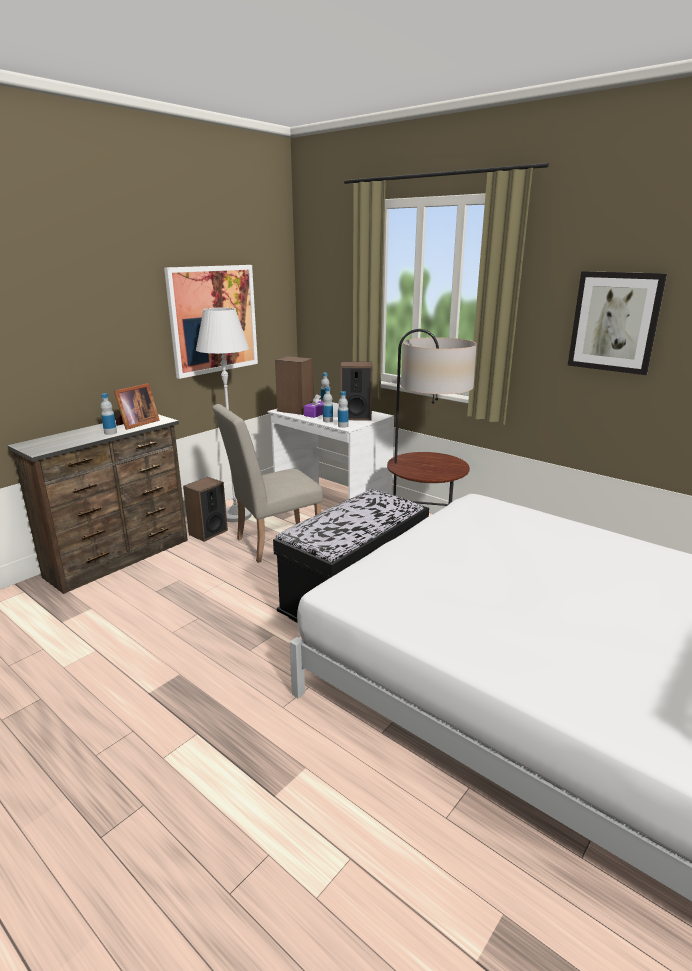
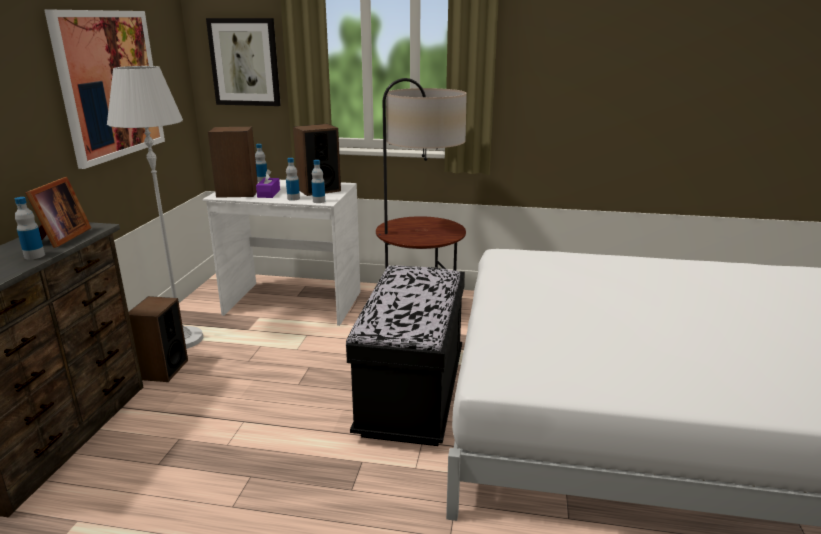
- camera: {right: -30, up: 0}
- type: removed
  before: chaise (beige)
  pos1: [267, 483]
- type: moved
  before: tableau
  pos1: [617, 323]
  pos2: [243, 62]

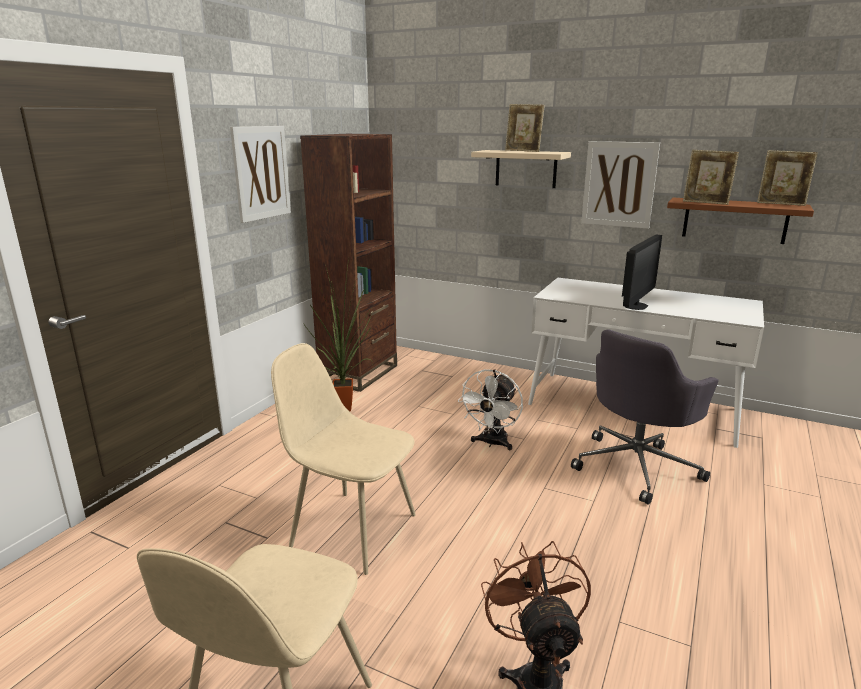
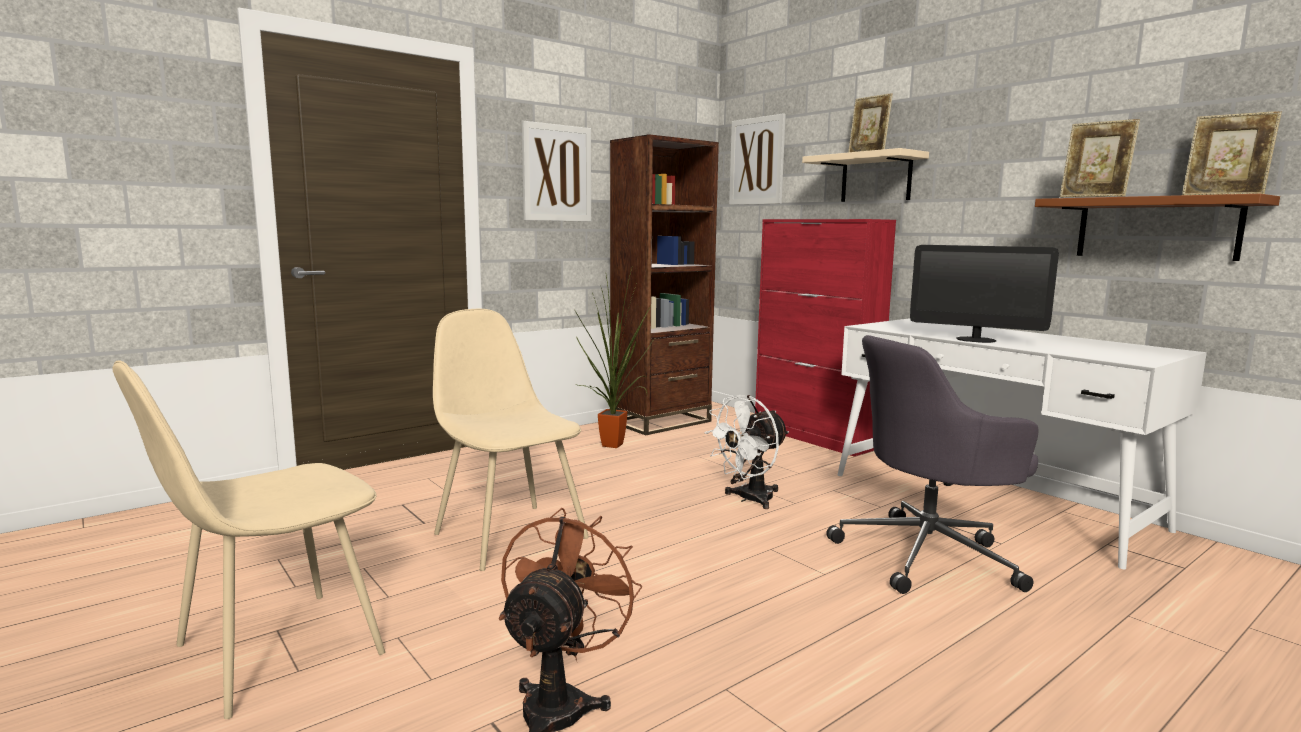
- camera: {right: 25, up: -10}
- type: added
  after: meuble de rangement (rouge)
  pos2: [825, 338]
- type: moved
  before: tableau
  pos1: [620, 185]
  pos2: [757, 159]
- type: turned
  before: écran d'ordinateur
  pos1: [642, 272]
  pos2: [984, 294]
  turn: 60

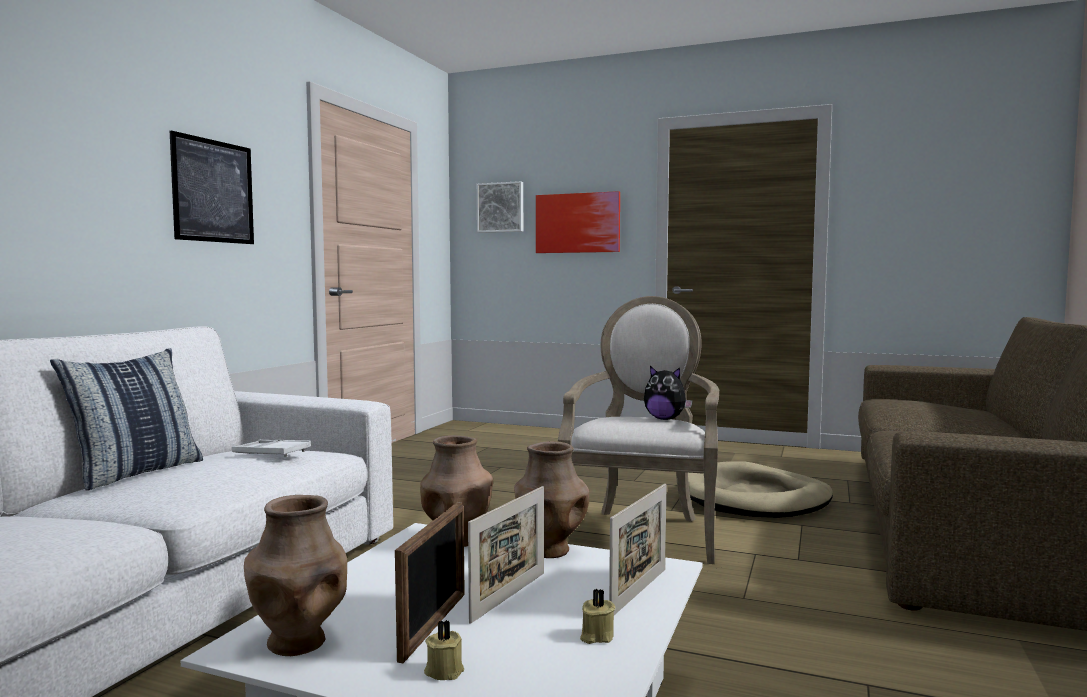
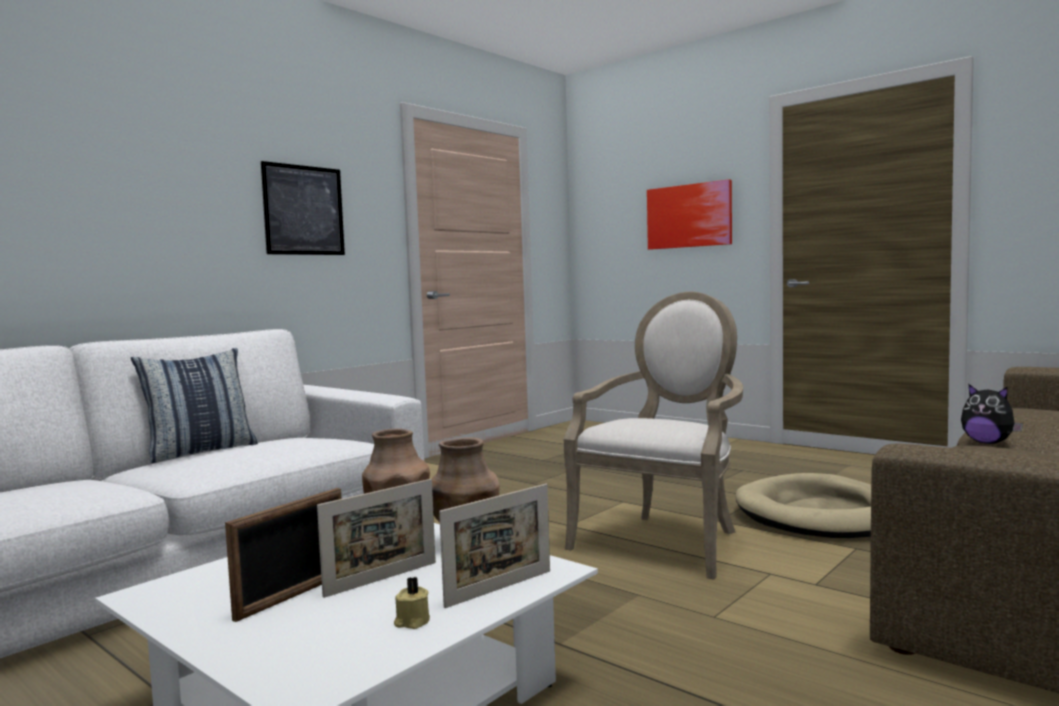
- camera: {right: 20, up: 0}
- type: removed
  before: plateau (blanc)
  pos1: [271, 448]
- type: removed
  before: vase (marron)
  pos1: [295, 575]
- type: removed
  before: bougie (beige)
  pos1: [444, 650]
- type: removed
  before: tableau
  pos1: [500, 207]
- type: moved
  before: peluche
  pos1: [668, 393]
  pos2: [992, 414]

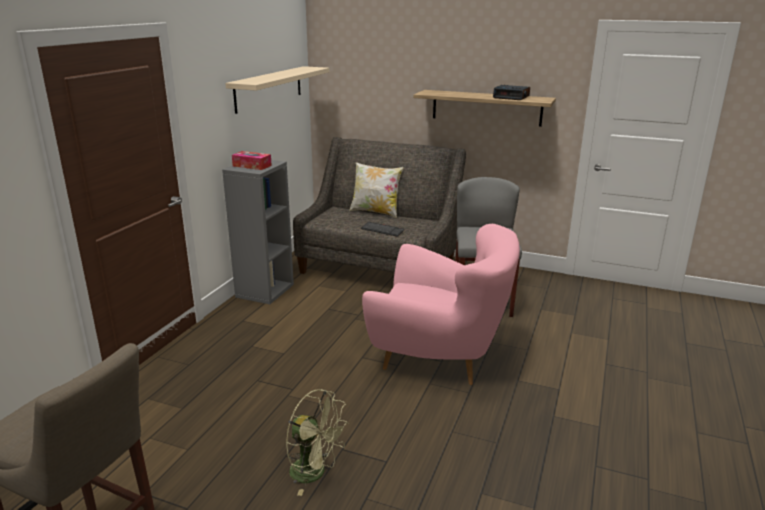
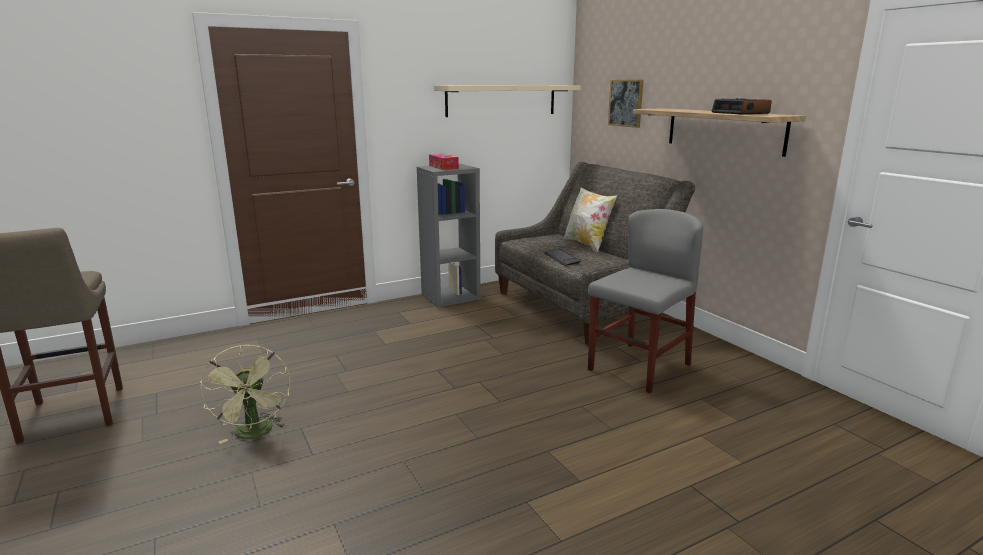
- camera: {right: 40, up: -5}
- type: removed
  before: fauteuil (rose)
  pos1: [441, 304]
- type: added
  after: tableau
  pos2: [625, 104]

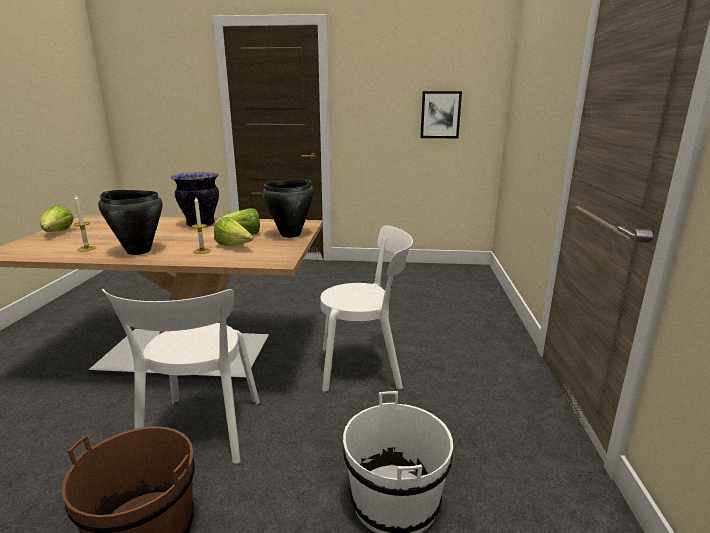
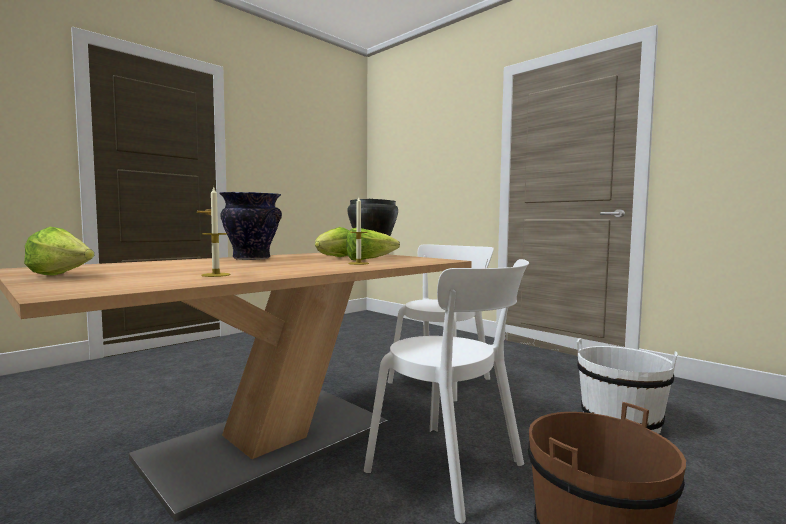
- camera: {right: -50, up: -15}
- type: removed
  before: marmite (noir)
  pos1: [130, 222]
- type: removed
  before: tableau
  pos1: [441, 114]

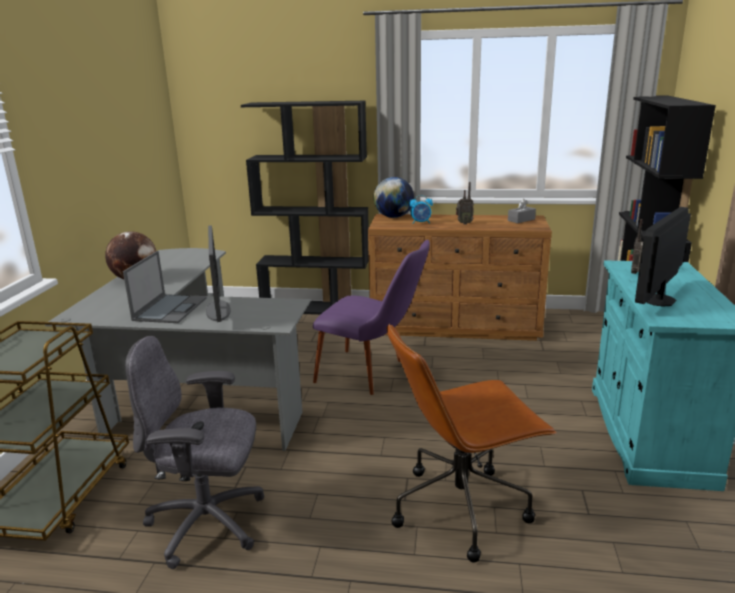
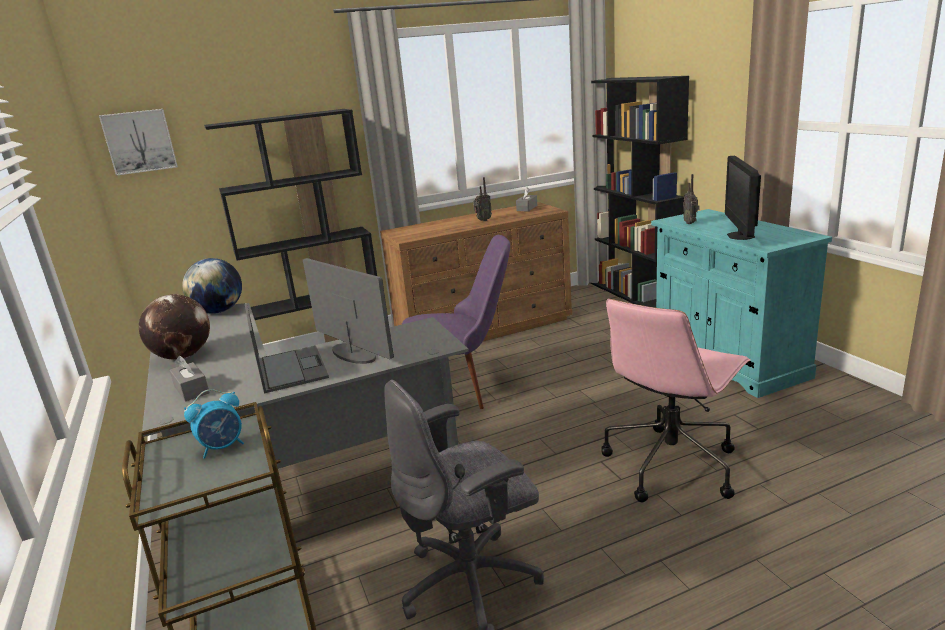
- camera: {right: -30, up: 0}
- type: added
  after: tableau
  pos2: [138, 142]
- type: added
  after: boîte à mouchoirs (gris)
  pos2: [190, 379]
- type: moved
  before: globe
  pos1: [394, 197]
  pos2: [212, 286]
- type: moved
  before: réveil
  pos1: [421, 209]
  pos2: [214, 423]
- type: recoloured
  before: chaise de bureau (marron)
  after: chaise de bureau (rose)
  pos1: [472, 442]
  pos2: [676, 400]

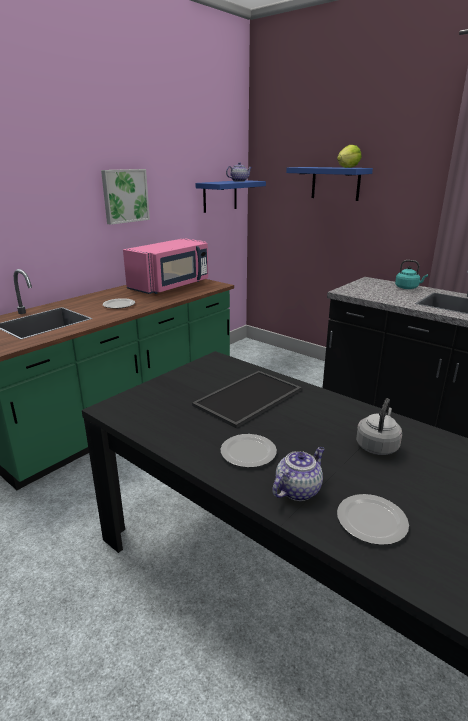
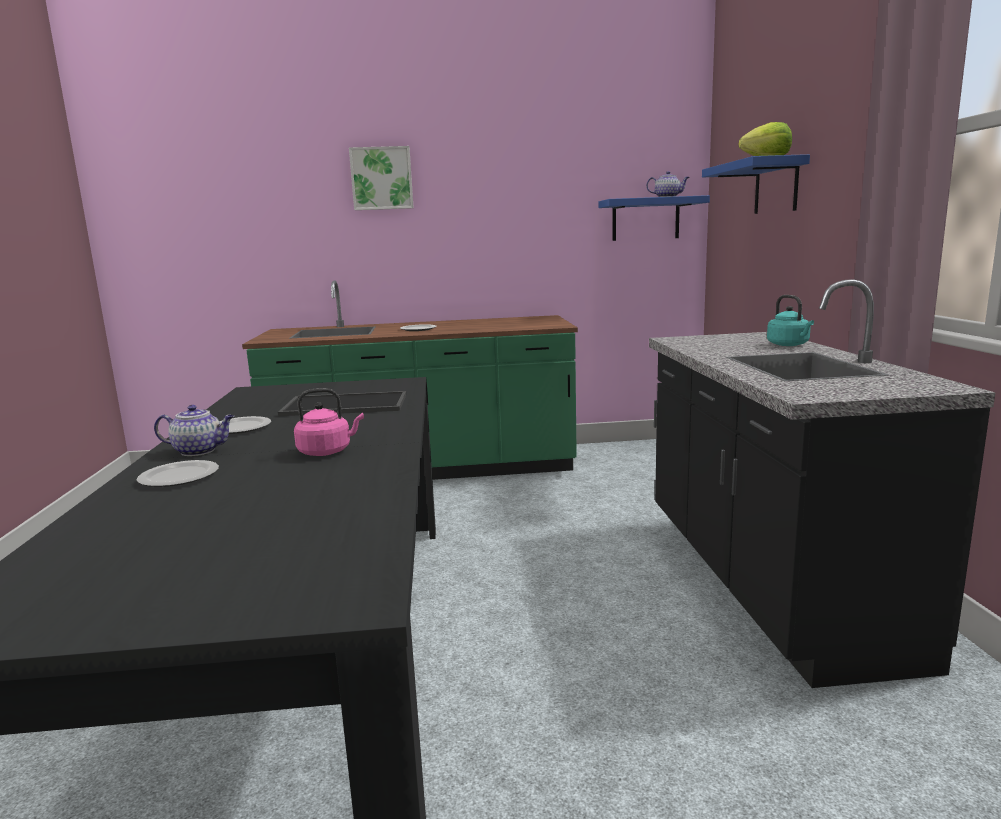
- camera: {right: 45, up: -10}
- type: removed
  before: micro-ondes (rose)
  pos1: [165, 266]
- type: moved
  before: tableau
  pos1: [125, 197]
  pos2: [381, 178]
- type: recoloured
  before: bouilloire (gris)
  after: bouilloire (rose)
  pos1: [379, 426]
  pos2: [329, 422]

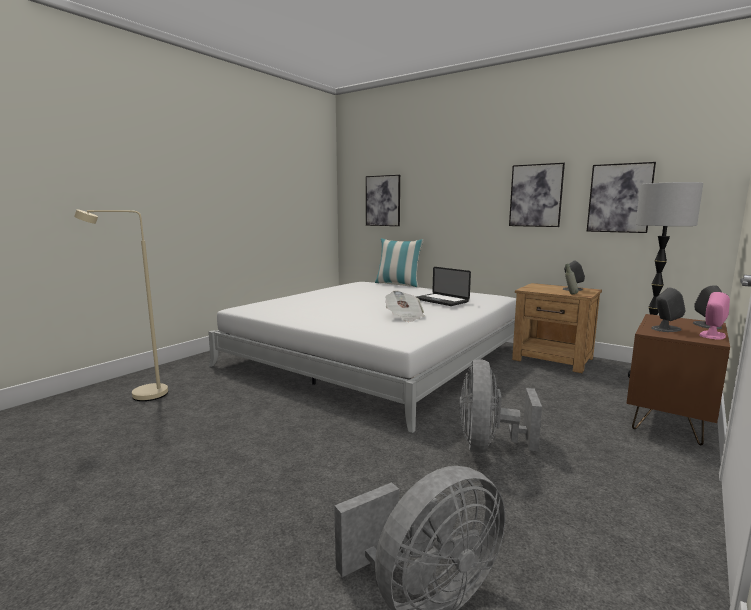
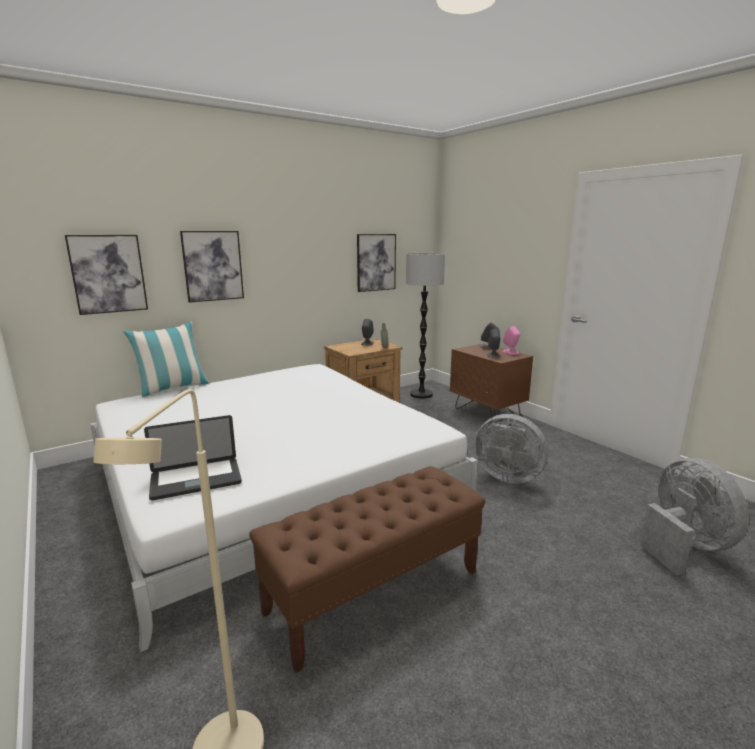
- camera: {right: -70, up: 5}
- type: removed
  before: journal
  pos1: [405, 306]
- type: added
  after: banc (marron)
  pos2: [367, 569]
- type: moved
  before: ordinateur portable
  pos1: [443, 286]
  pos2: [193, 457]
- type: moved
  before: tableau
  pos1: [537, 195]
  pos2: [212, 267]

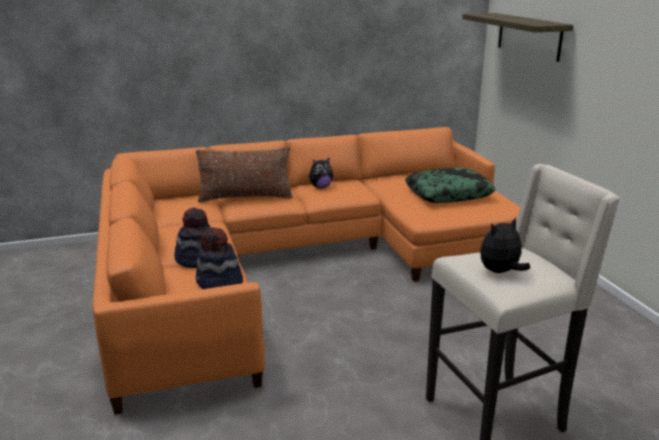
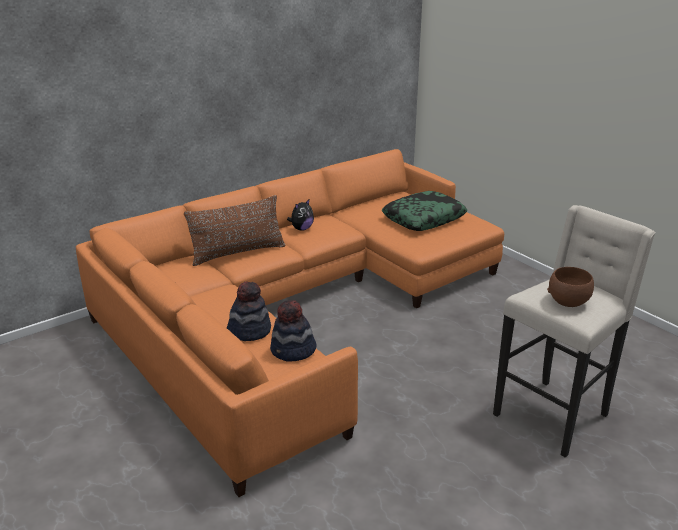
- camera: {right: -20, up: 5}
- type: removed
  before: étagère
  pos1: [517, 37]
- type: replaced
  before: peluche
  after: bol (marron)
  pos1: [505, 245]
  pos2: [570, 287]

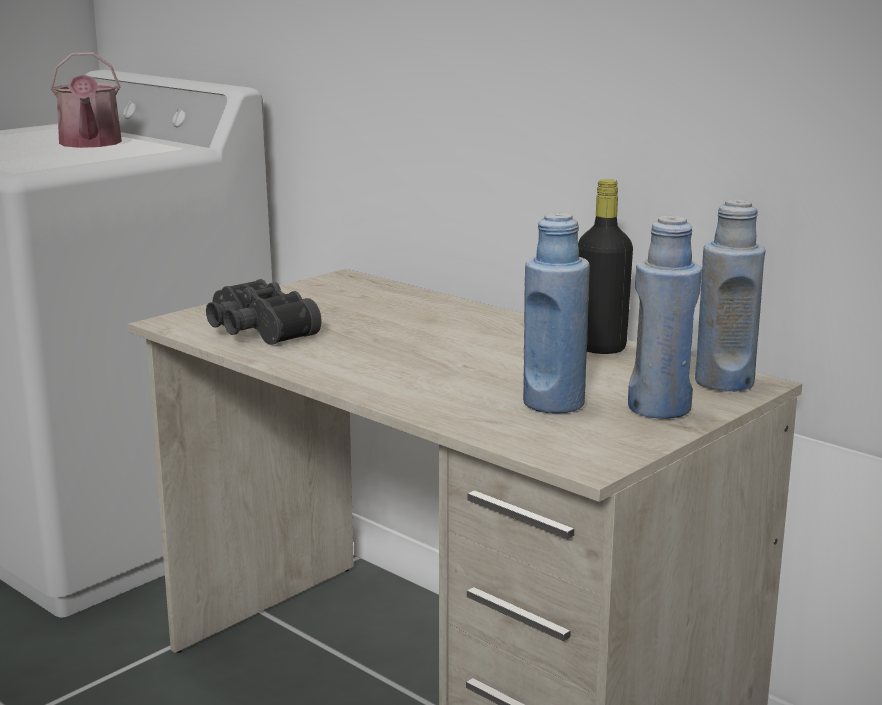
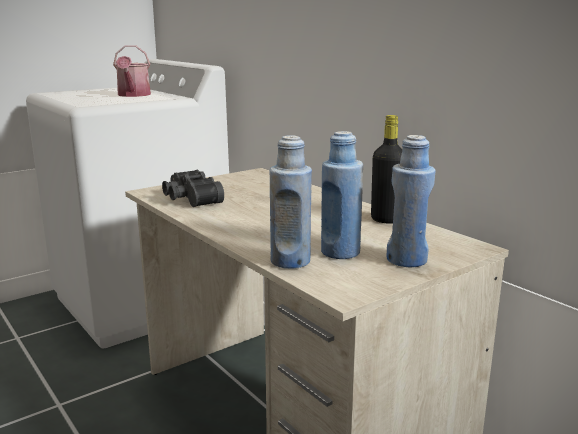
- camera: {right: 10, up: 0}
- type: moved
  before: bouteille (bleu)
  pos1: [730, 295]
  pos2: [291, 202]

